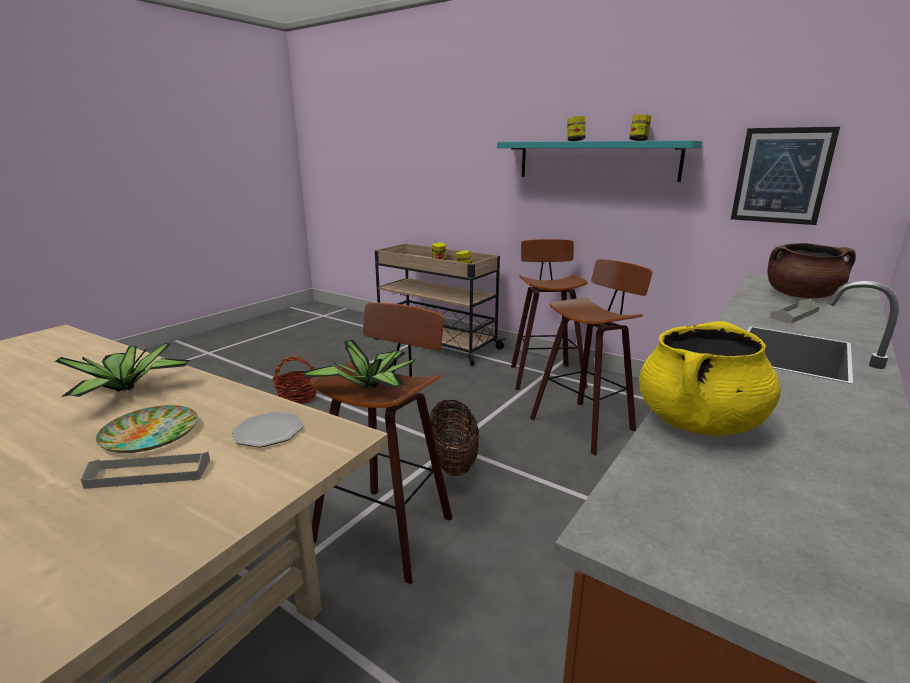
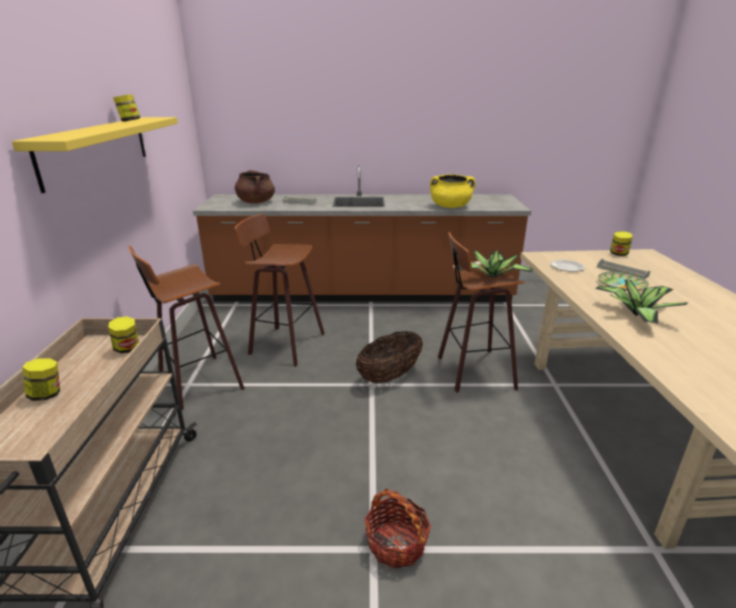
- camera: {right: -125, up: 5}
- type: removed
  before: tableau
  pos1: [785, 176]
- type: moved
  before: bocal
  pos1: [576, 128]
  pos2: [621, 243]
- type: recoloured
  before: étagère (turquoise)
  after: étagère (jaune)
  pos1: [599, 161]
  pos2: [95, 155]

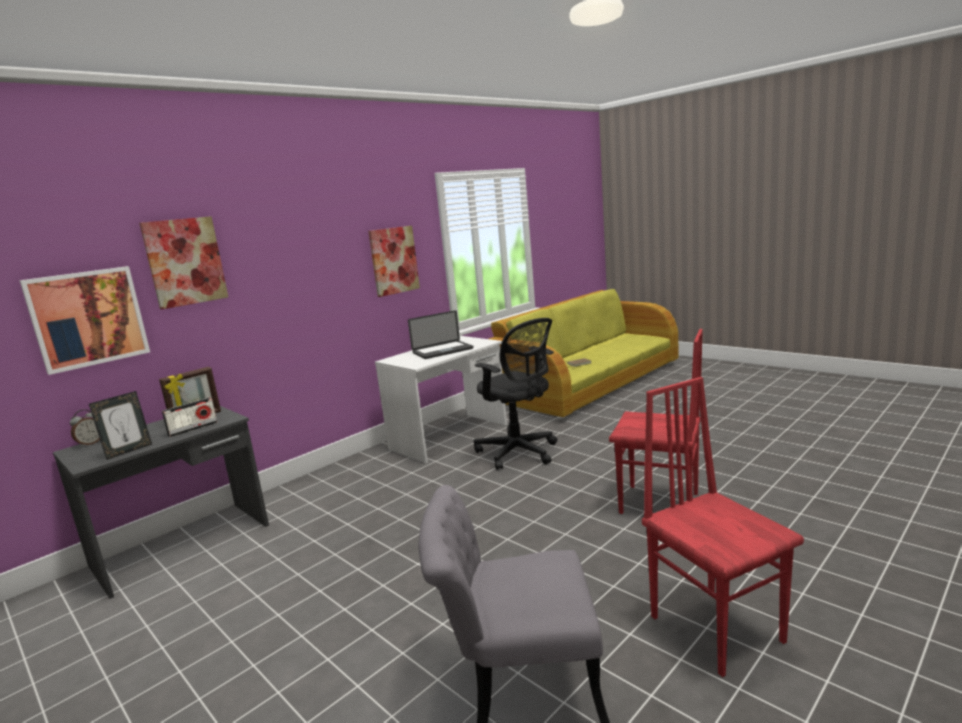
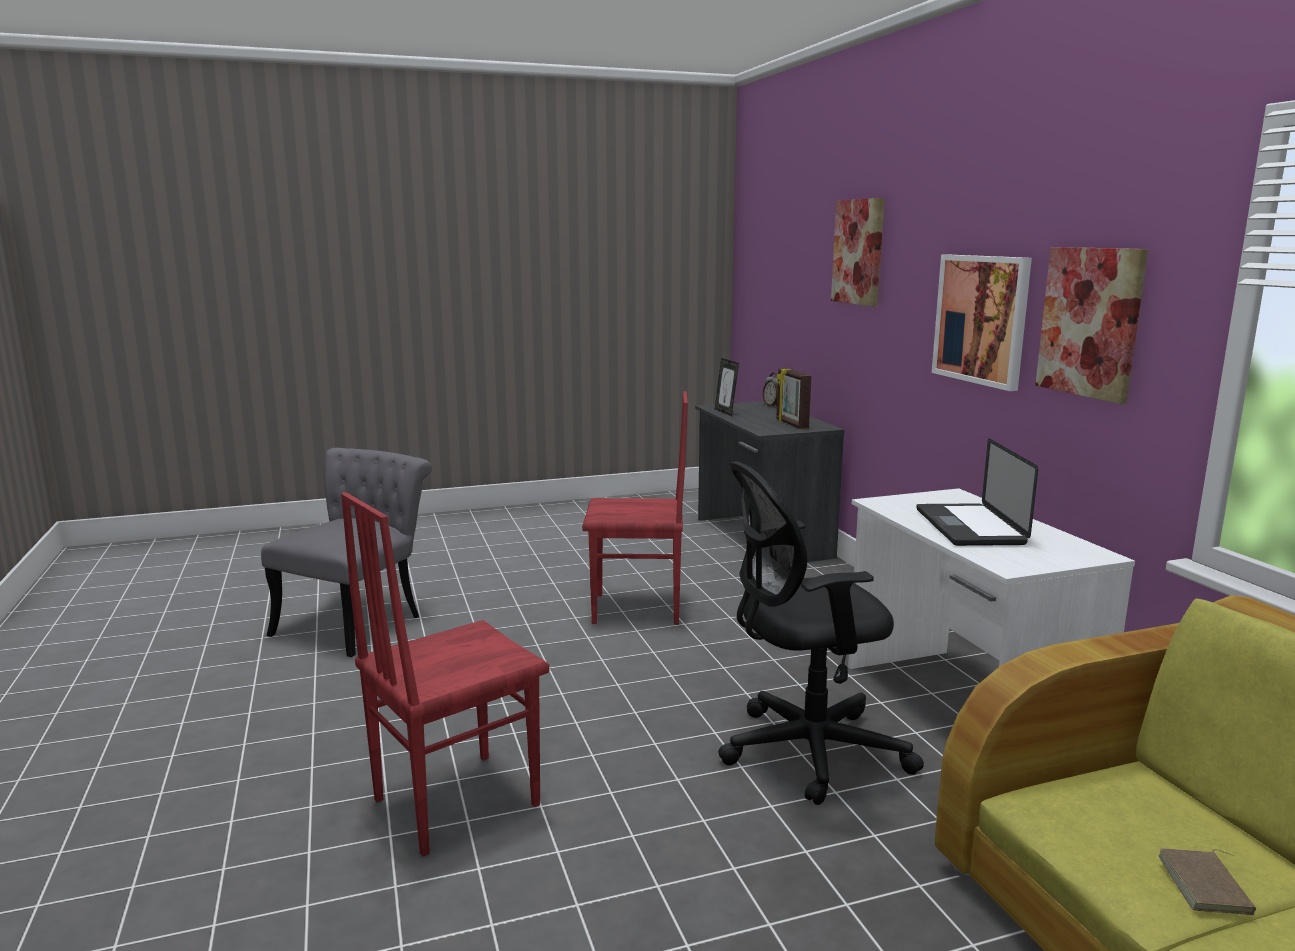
- camera: {right: 115, up: 0}
- type: removed
  before: radio
  pos1: [189, 417]
- type: moved
  before: tableau
  pos1: [84, 320]
  pos2: [982, 323]
- type: moved
  before: chaise (rouge)
  pos1: [723, 527]
  pos2: [635, 508]

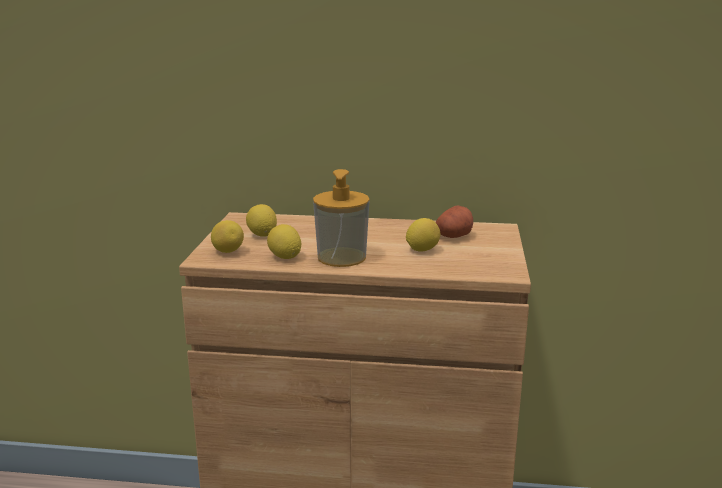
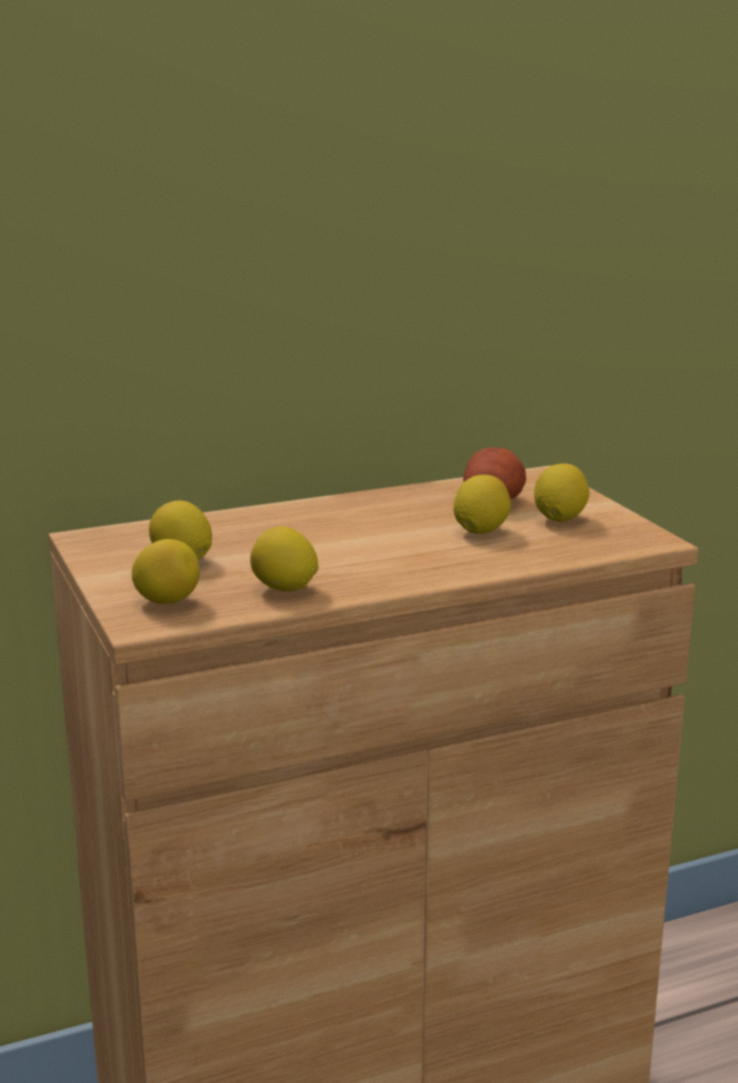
- camera: {right: -30, up: 0}
- type: removed
  before: distributeur de savon
  pos1: [341, 218]
- type: added
  after: citron
  pos2: [562, 493]

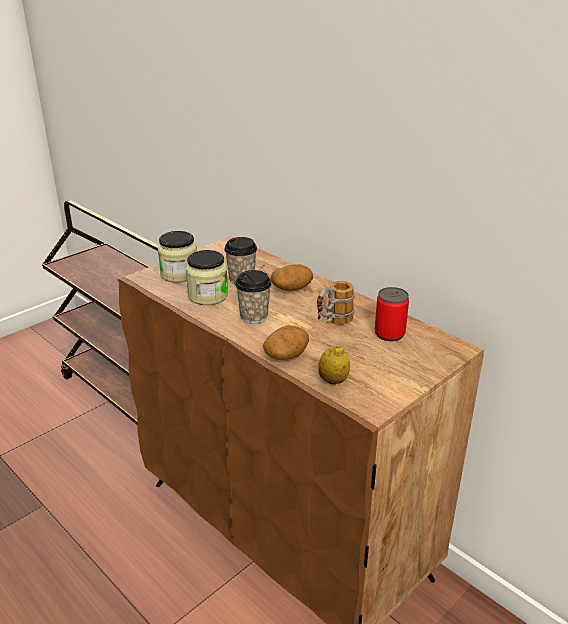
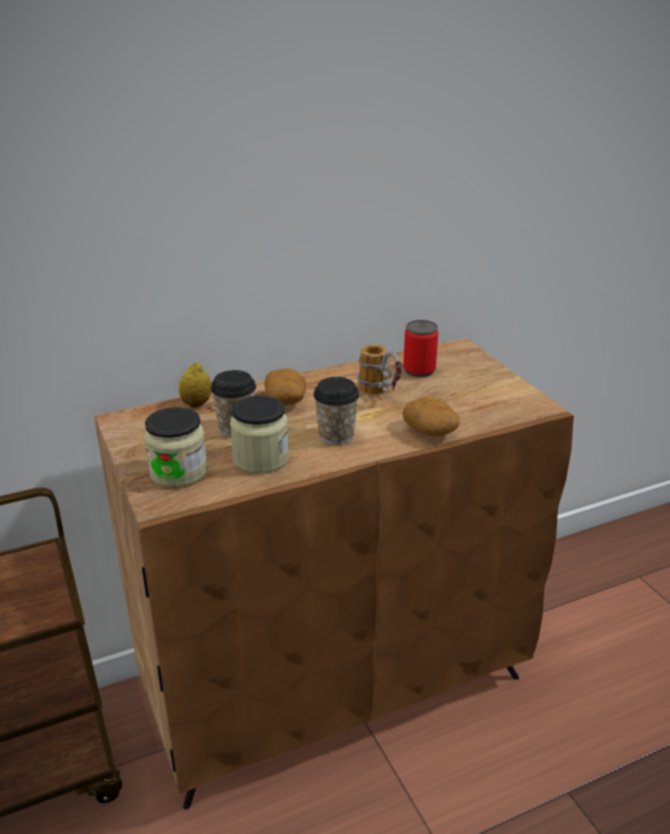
- camera: {right: -70, up: 0}
- type: moved
  before: citron
  pos1: [334, 364]
  pos2: [195, 385]

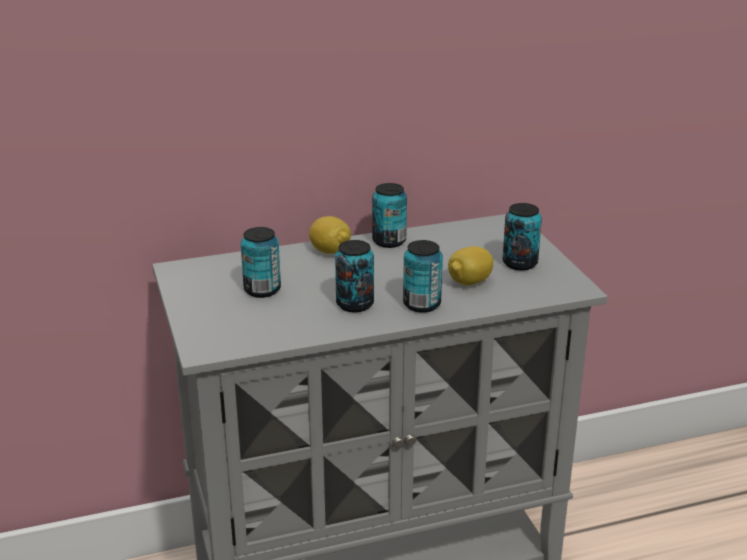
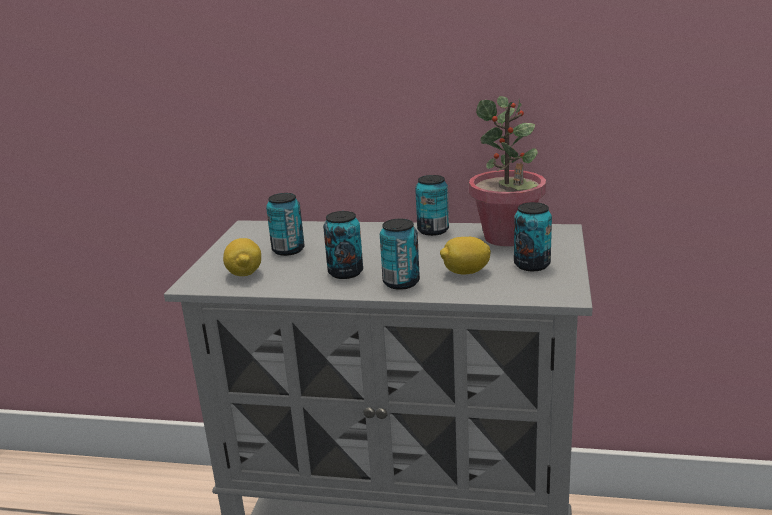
- camera: {right: 30, up: -5}
- type: added
  after: plante en pot
  pos2: [507, 171]
- type: moved
  before: citron
  pos1: [330, 235]
  pos2: [242, 257]

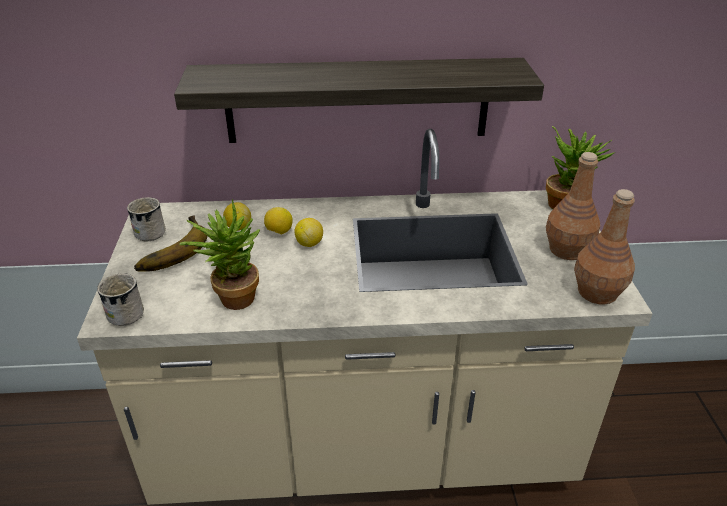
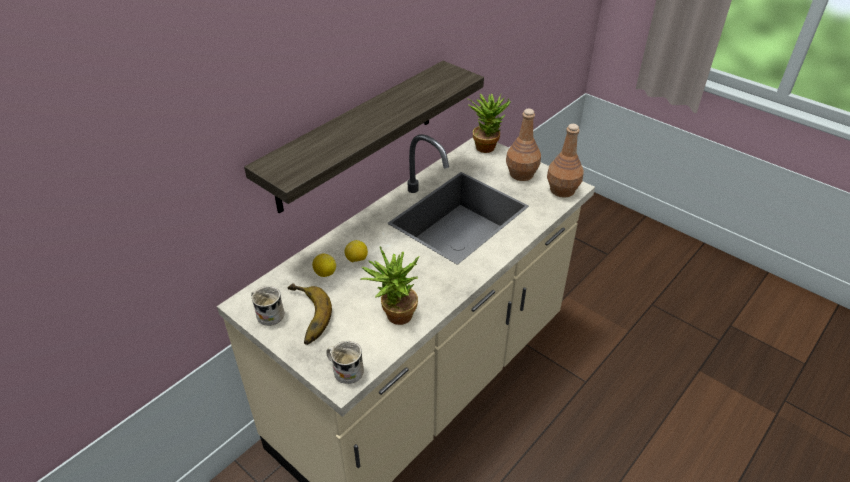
- camera: {right: -45, up: 5}
- type: removed
  before: citron
  pos1: [308, 232]

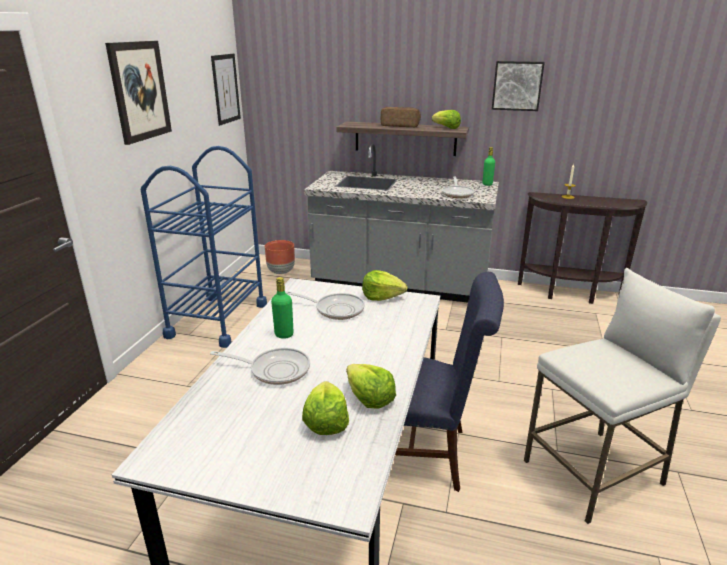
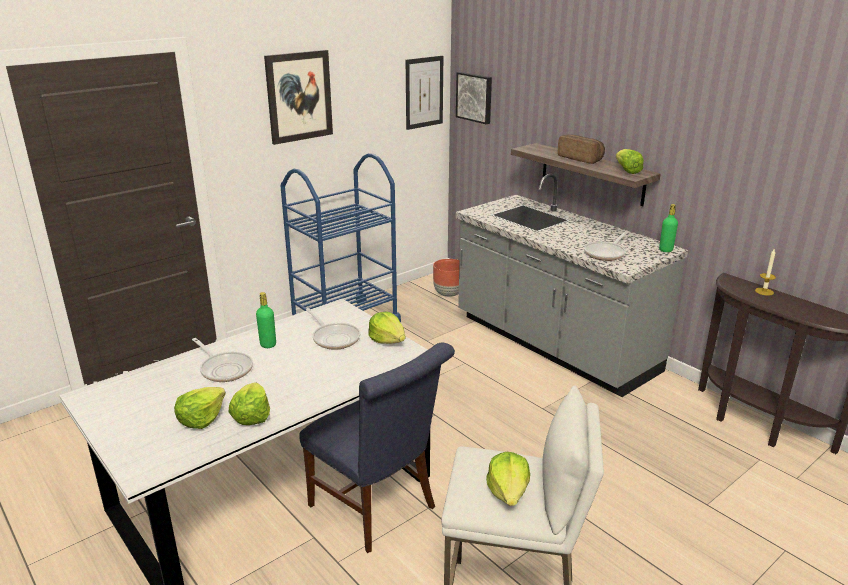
- camera: {right: 35, up: 0}
- type: added
  after: laitue
  pos2: [508, 479]
- type: moved
  before: tableau
  pos1: [518, 86]
  pos2: [474, 98]

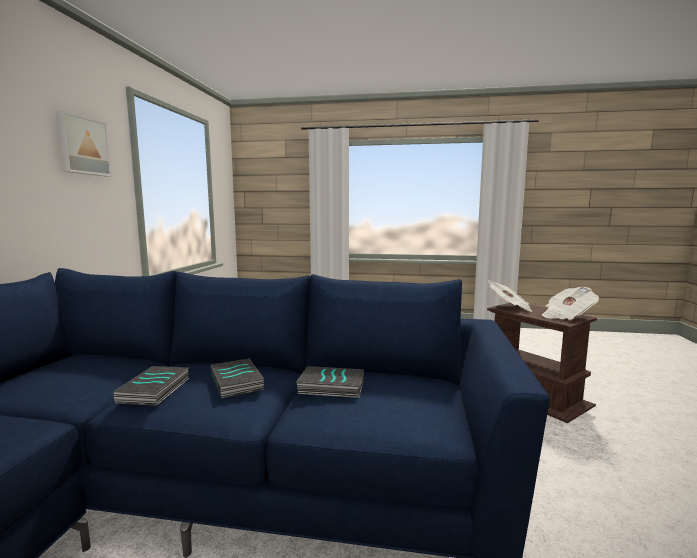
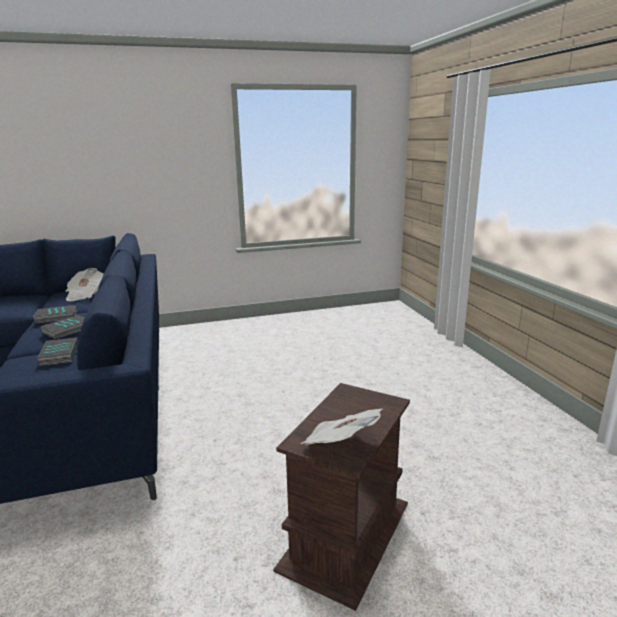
- camera: {right: 65, up: 10}
- type: removed
  before: tableau
  pos1: [84, 143]
- type: moved
  before: journal
  pos1: [510, 296]
  pos2: [85, 284]

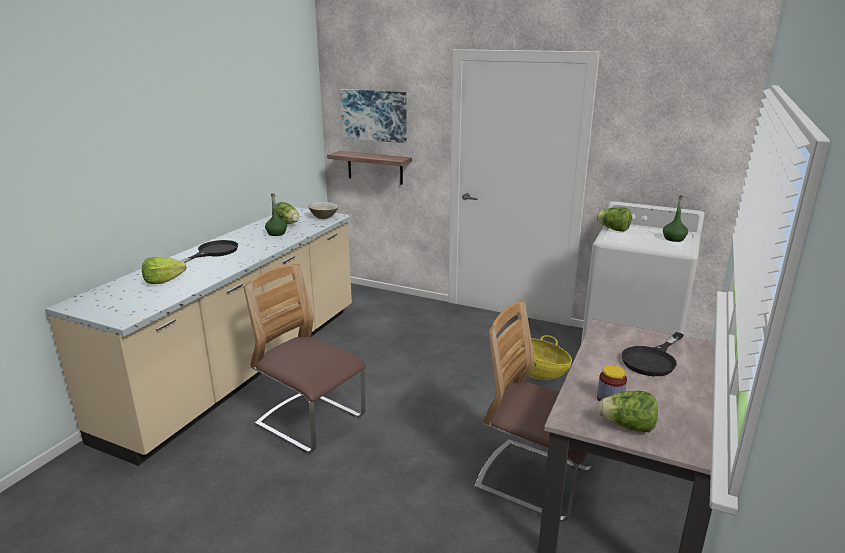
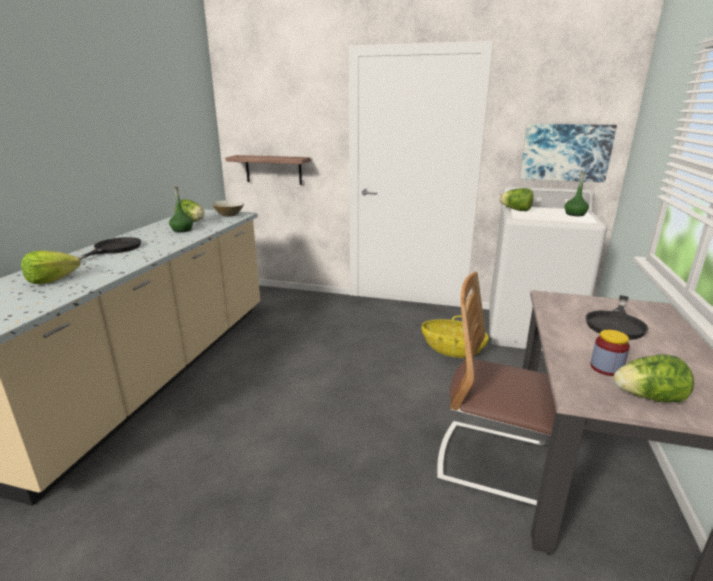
- camera: {right: -10, up: 0}
- type: removed
  before: chaise
  pos1: [304, 358]
- type: moved
  before: tableau
  pos1: [373, 116]
  pos2: [568, 153]

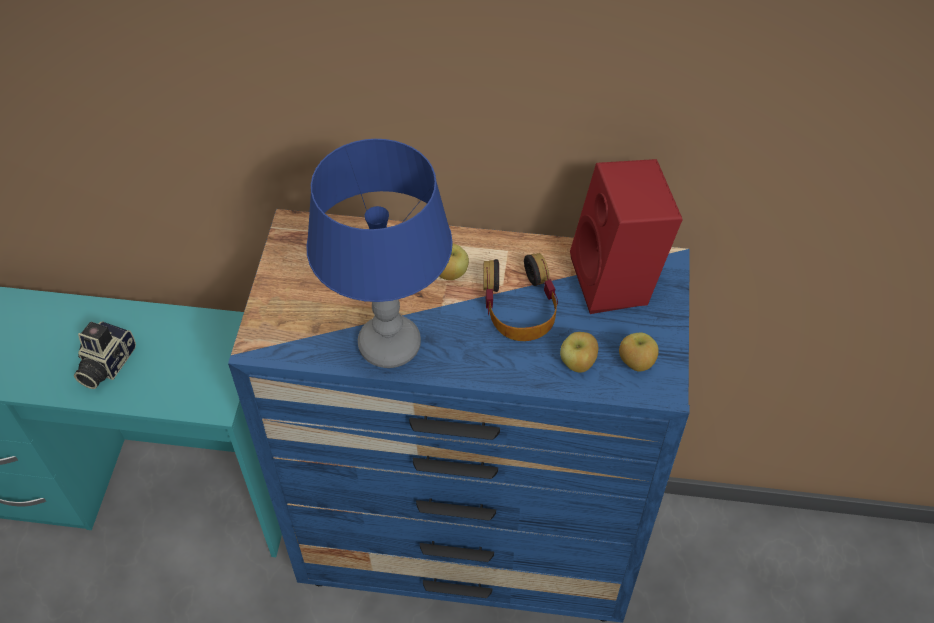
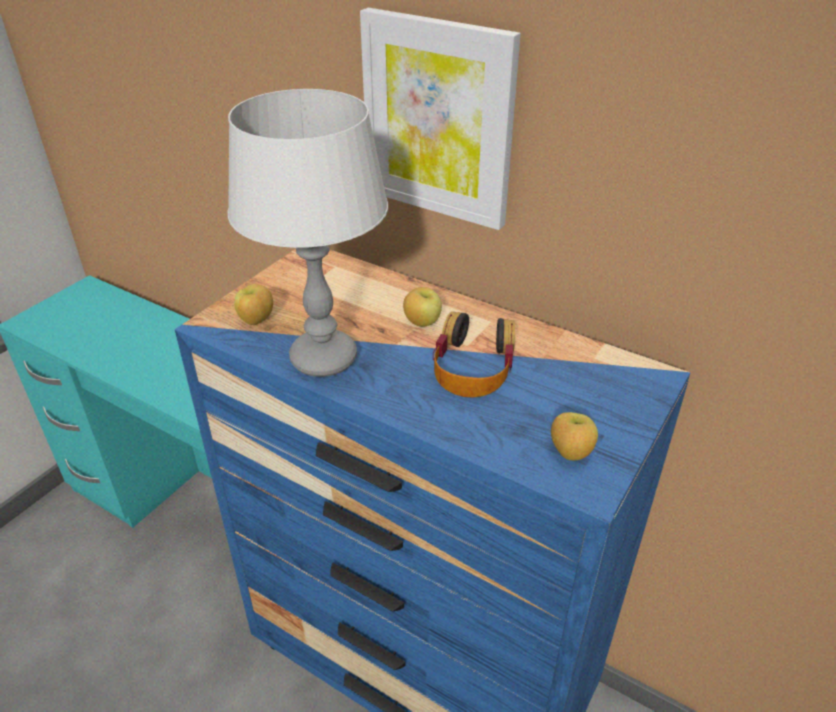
- camera: {right: 25, up: -15}
- type: removed
  before: appareil photo
  pos1: [105, 355]
- type: removed
  before: enceinte (rouge)
  pos1: [626, 236]
- type: added
  after: tableau
  pos2: [440, 119]
- type: moved
  before: pomme
  pos1: [579, 352]
  pos2: [253, 304]
- type: recoloured
  before: lampe de table (bleu)
  after: lampe de table (gris)
  pos1: [379, 253]
  pos2: [308, 233]

